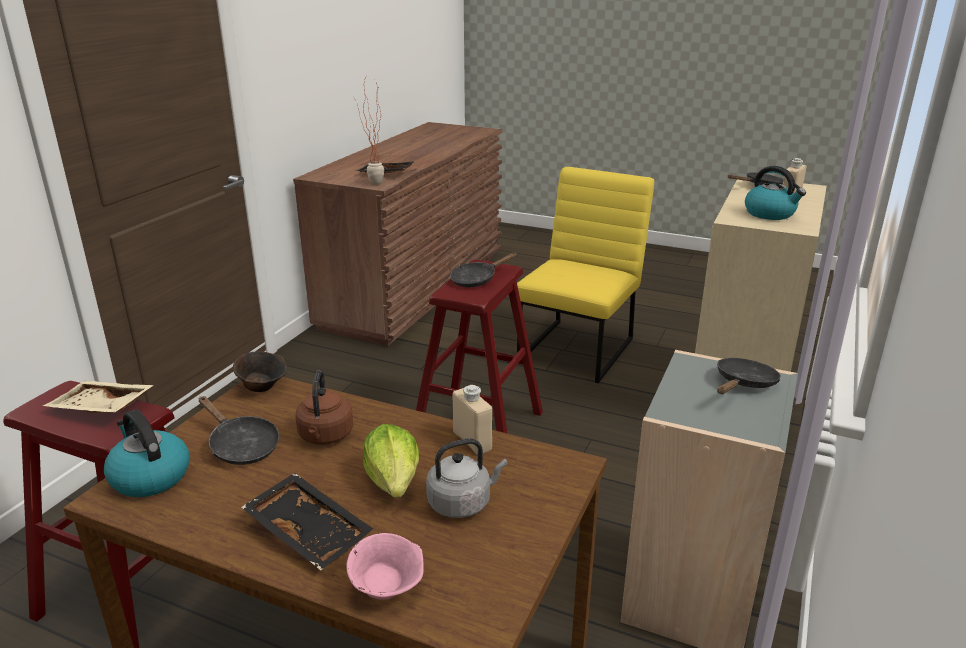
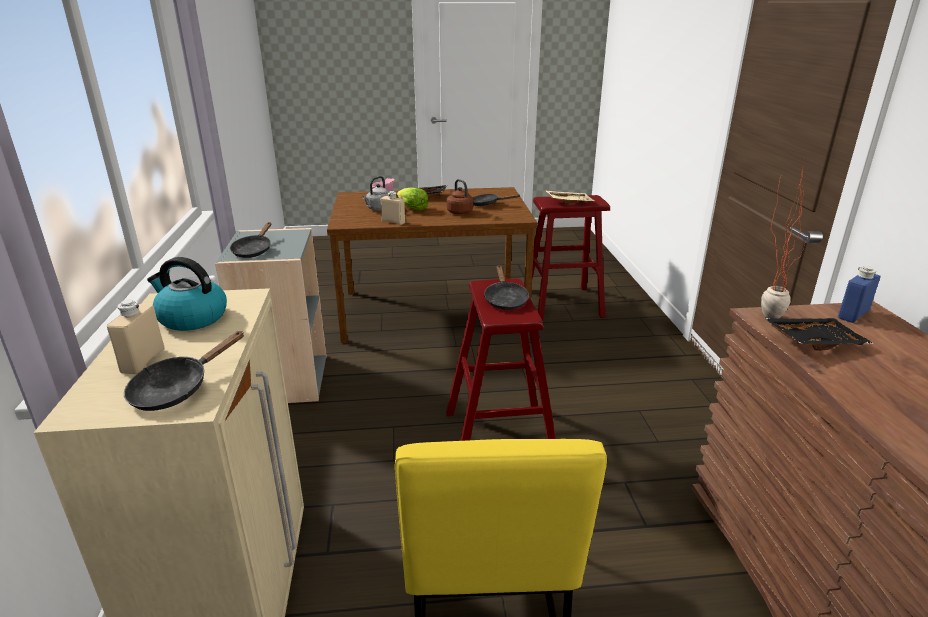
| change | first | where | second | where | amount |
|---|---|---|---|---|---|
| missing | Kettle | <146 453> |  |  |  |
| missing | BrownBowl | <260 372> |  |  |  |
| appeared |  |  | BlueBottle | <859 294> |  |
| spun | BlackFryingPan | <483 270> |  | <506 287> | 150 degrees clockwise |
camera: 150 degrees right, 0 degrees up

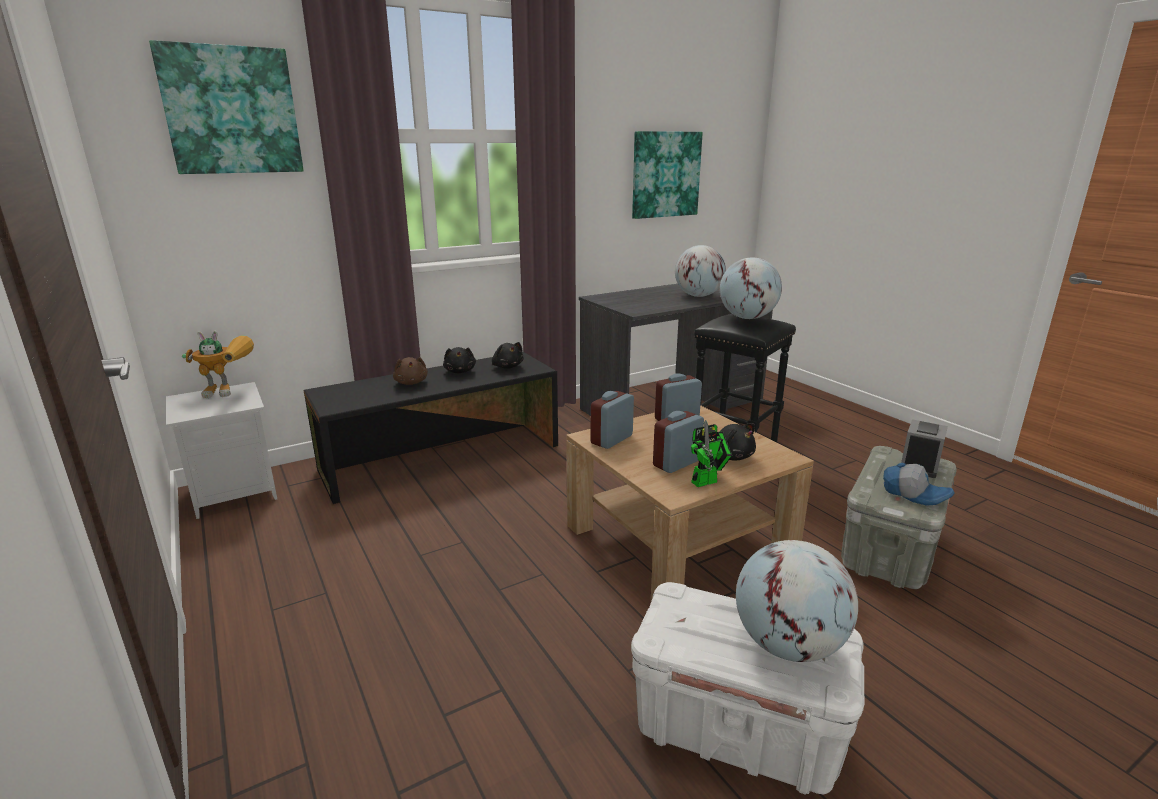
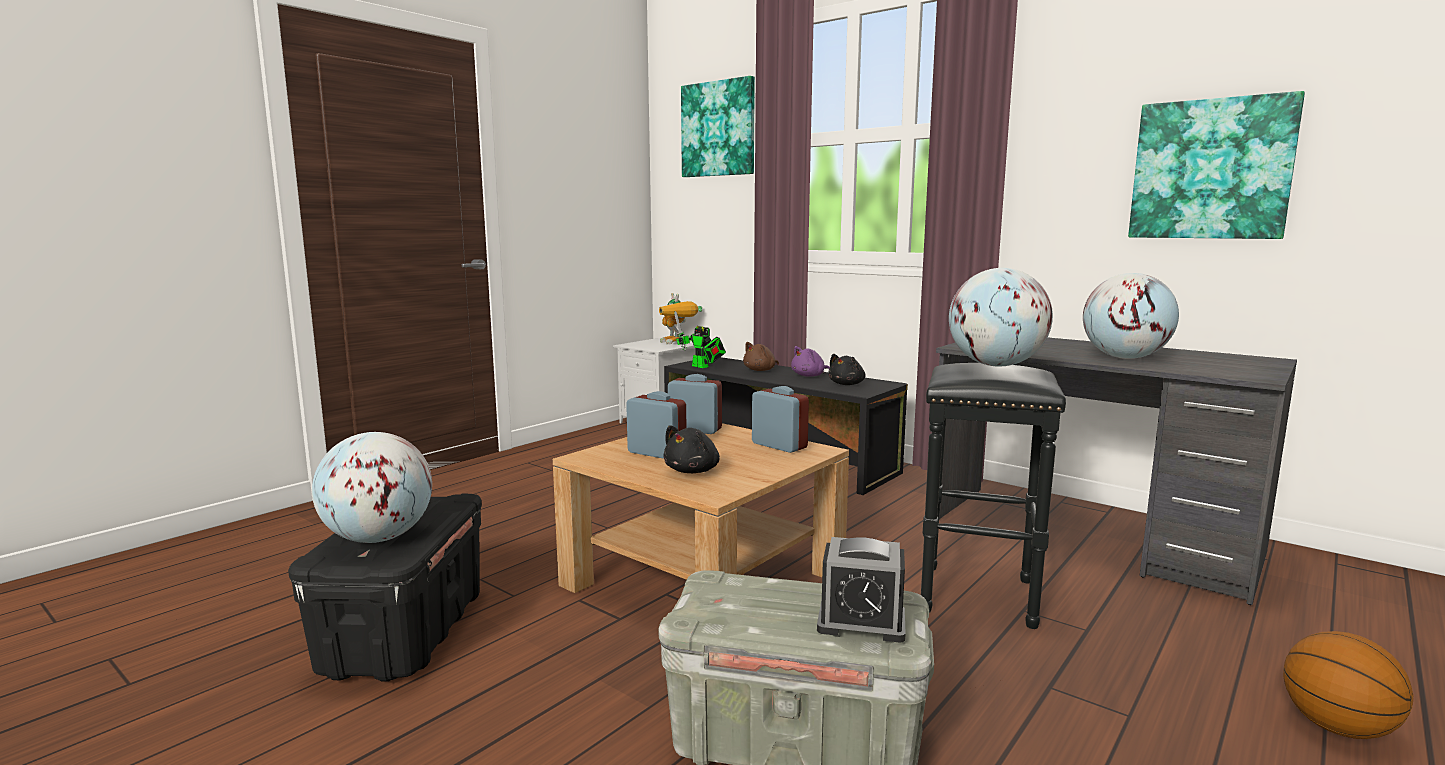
| change | first | where | second | where | amount |
|---|---|---|---|---|---|
| missing | Cap | <919 484> |  |  |  |
| appeared |  |  | Basketball | <1348 685> |  |
| relocated | ToyRobot | <711 453> |  | <700 339> |  |
| colour | BlackPlushToy | <459 360> | PurplePlushToy | <810 361> |  |
| colour | WhiteStorageBox | <747 688> | BlackStorageBox | <385 587> |  |
camera: 70 degrees right, 10 degrees down

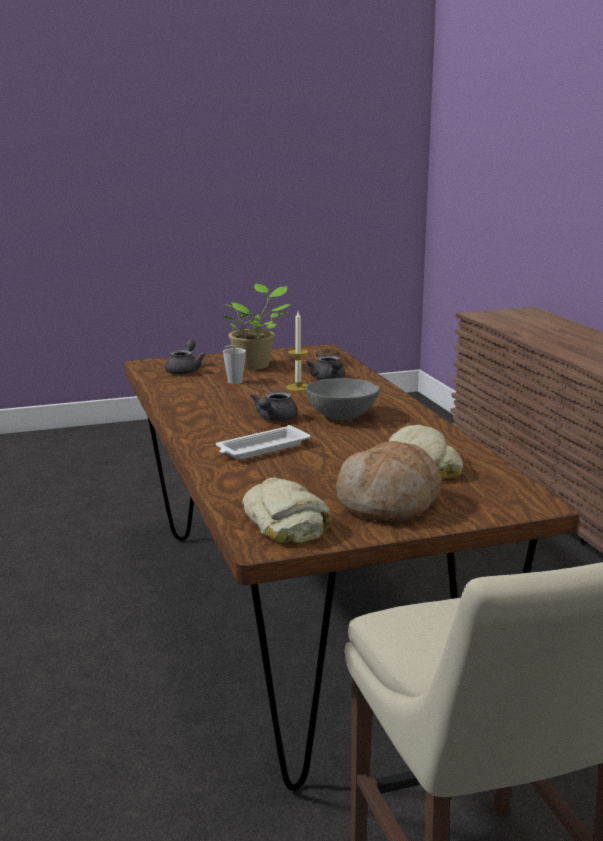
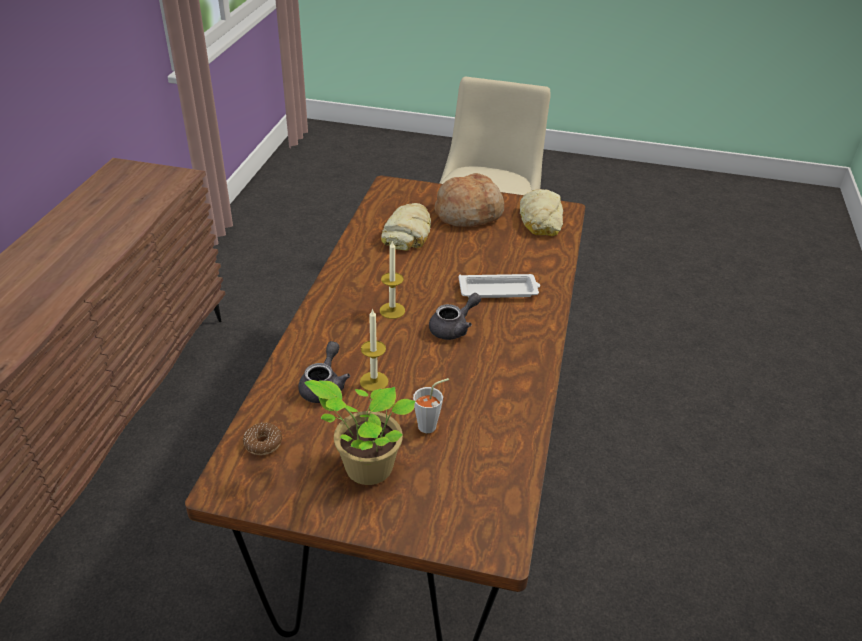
| change | first | where | second | where | amount |
|---|---|---|---|---|---|
| missing | GreyTeapot | <185 357> |  |  |  |
| exchanged | GreyBowl | <343 399> | Candle | <392 280> |  |
camera: 150 degrees left, 20 degrees up

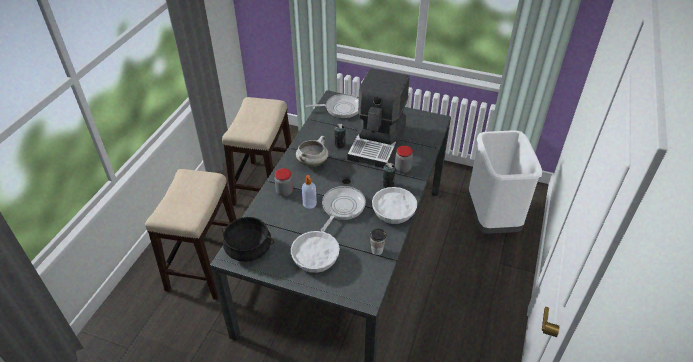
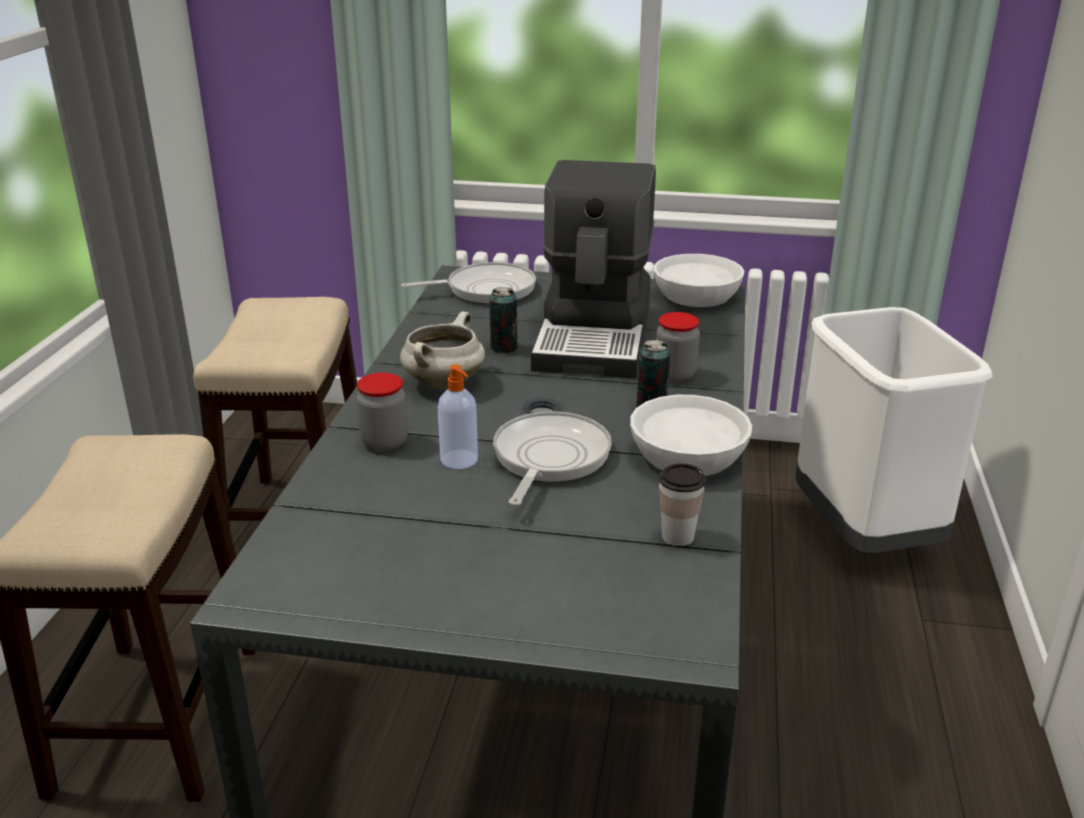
| change | first | where | second | where | amount |
|---|---|---|---|---|---|
| missing | BlackCookingPot | <247 239> |  |  |  |
| relocated | WhiteBowl | <315 252> |  | <699 280> |  |
camera: 10 degrees left, 15 degrees down

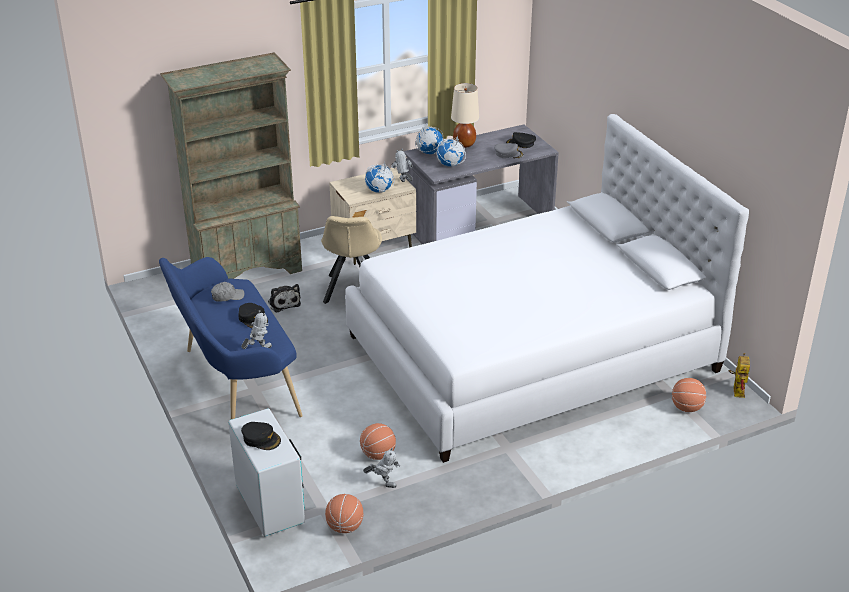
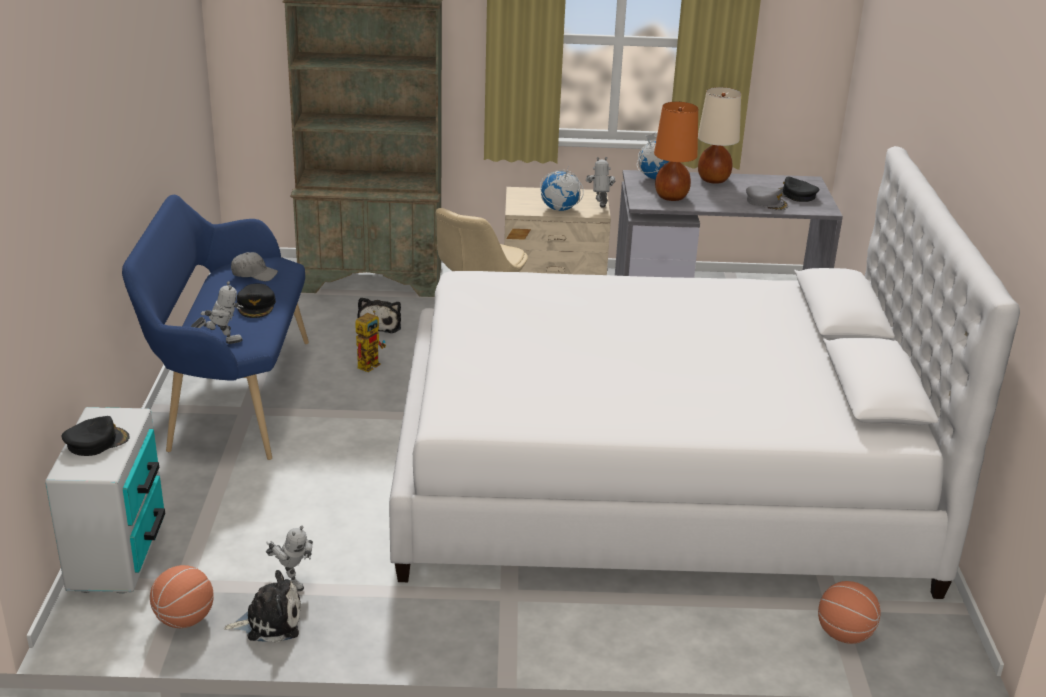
| change | first | where | second | where | amount |
|---|---|---|---|---|---|
| missing | Basketball | <378 441> |  |  |  |
| appeared |  |  | PlushToy | <262 606> |  |
| relocated | ToyRobot | <739 375> |  | <370 341> |  |
| exchanged | Globe | <451 151> | OrangeTableLamp | <676 151> |  |
| spun | BlackCap | <261 436> |  | <96 436> | 90 degrees counterclockwise |
camera: 25 degrees right, 5 degrees down

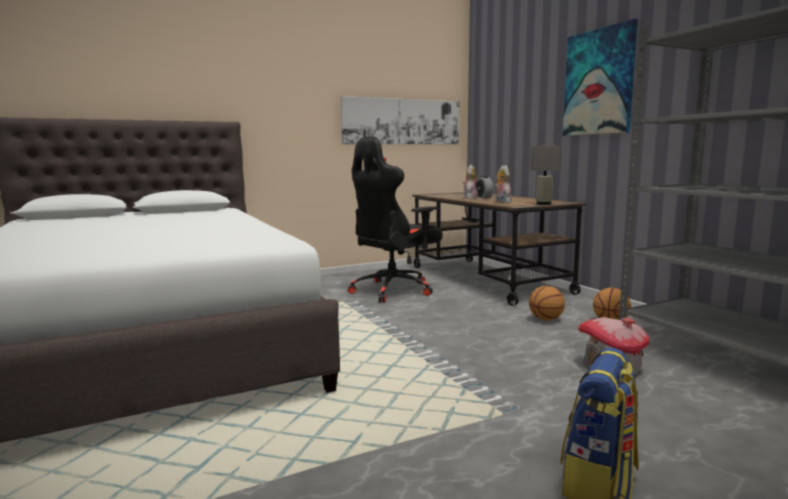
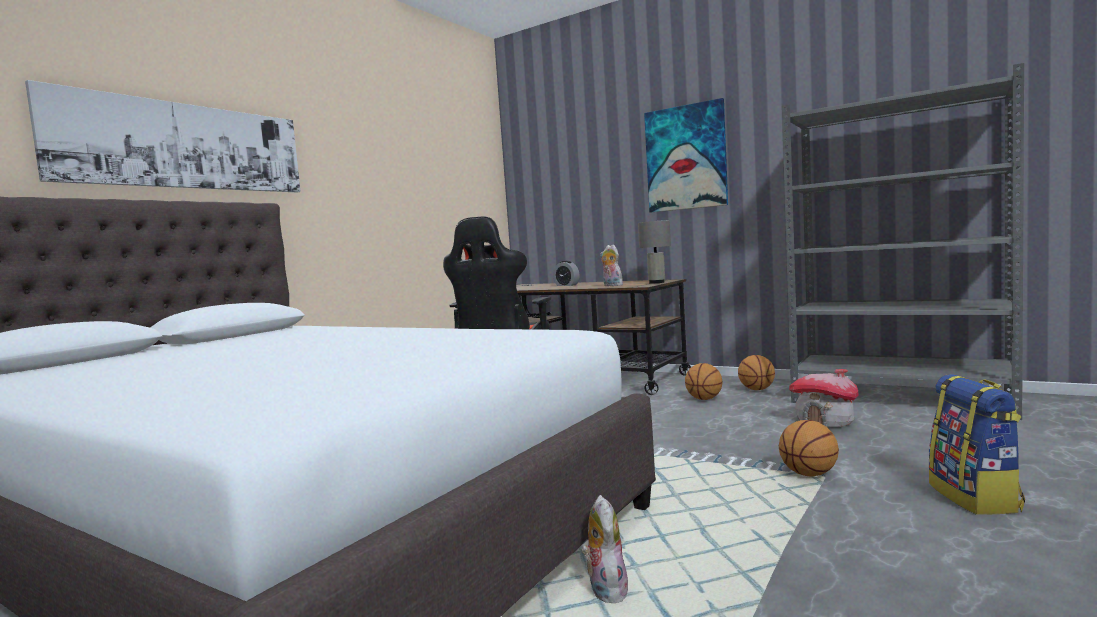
| change | first | where | second | where | amount |
|---|---|---|---|---|---|
| appeared |  |  | Basketball | <809 448> |  |
| relocated | Picture | <399 120> |  | <163 136> |  |
| relocated | PlushToy | <470 182> |  | <604 549> |  |
camera: 30 degrees left, 5 degrees down

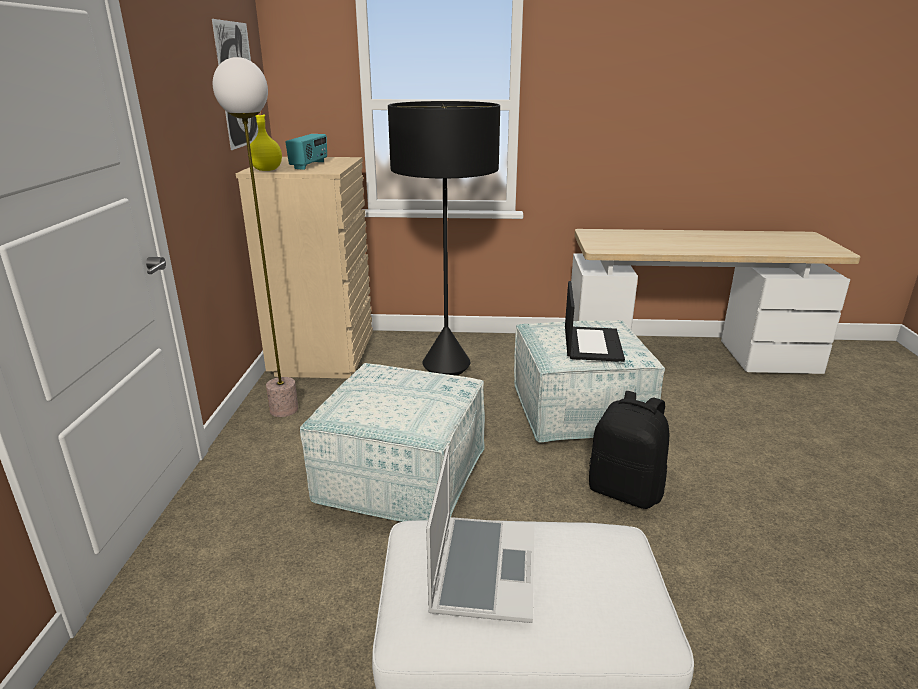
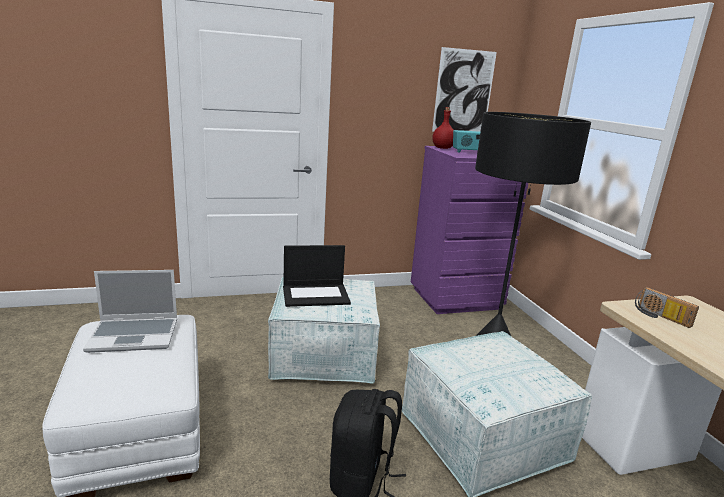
| change | first | where | second | where | amount |
|---|---|---|---|---|---|
| missing | FloorLamp | <255 237> |  |  |  |
| appeared |  |  | Radio | <667 307> |  |
| relocated | Laptop | <595 321> |  | <317 276> |  |
| colour | BeigeDresser | <304 268> | PurpleDresser | <469 230> |  |
| colour | YellowBottle | <266 140> | RedBottle | <443 128> |  |
camera: 70 degrees right, 5 degrees down

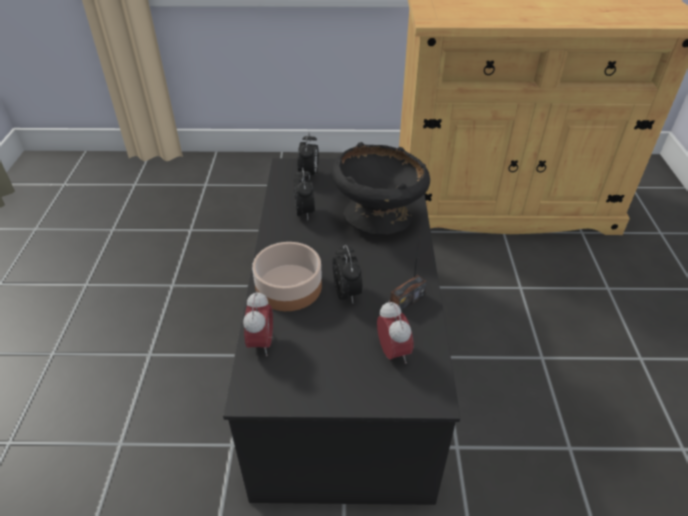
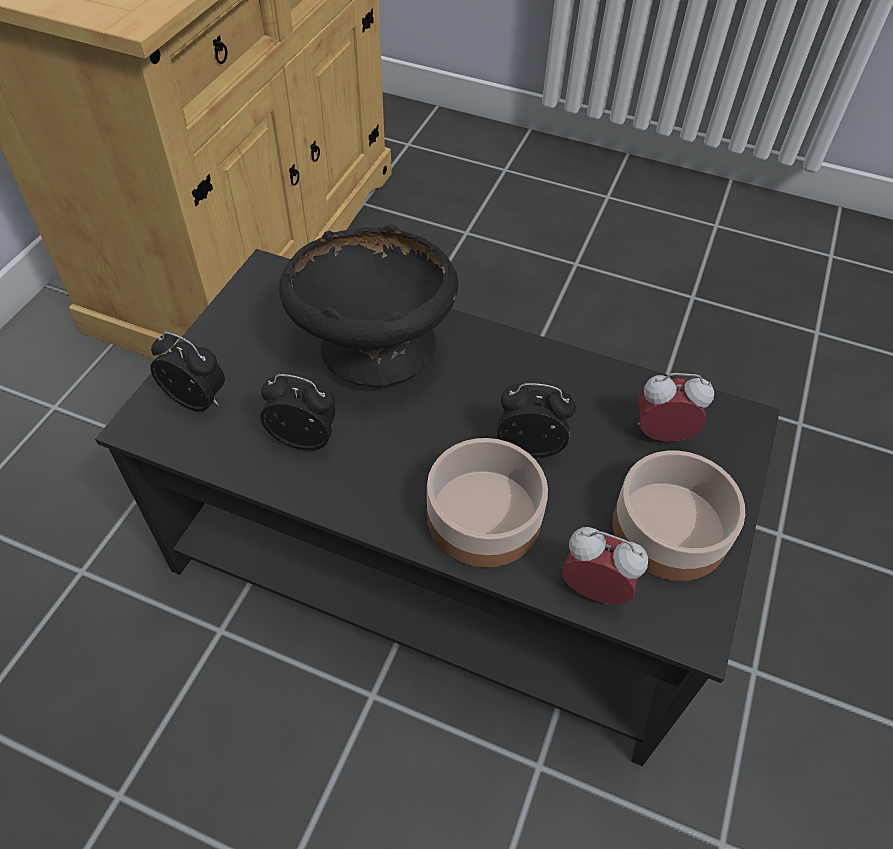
| change | first | where | second | where | amount |
|---|---|---|---|---|---|
| missing | Radio | <408 263> |  |  |  |
| appeared |  |  | Bowl | <679 515> |  |
camera: 70 degrees left, 10 degrees up

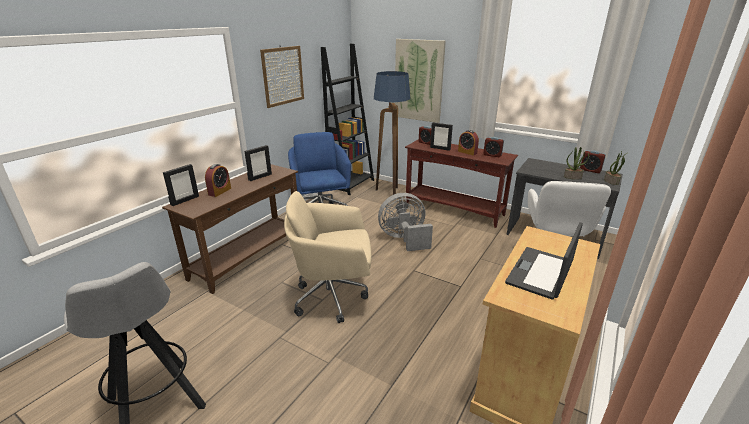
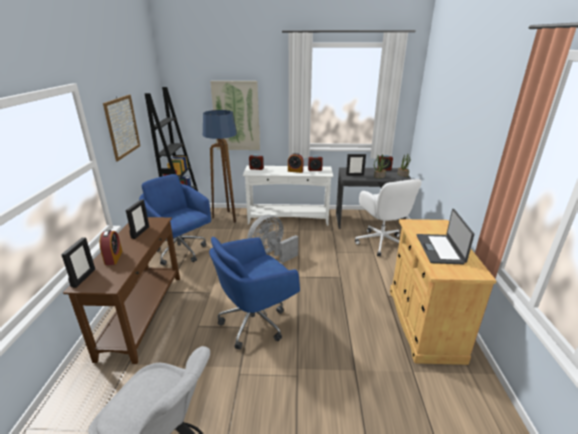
| change | first | where | second | where | amount |
|---|---|---|---|---|---|
| relocated | PictureFrame | <441 137> |  | <356 165> |  |
| colour | BeigeOfficeChair | <327 257> | BlueOfficeChair | <254 293> |  |
| colour | BrownConsoleTable | <461 183> | WhiteConsoleTable | <288 196> |  |
camera: 30 degrees left, 0 degrees up

